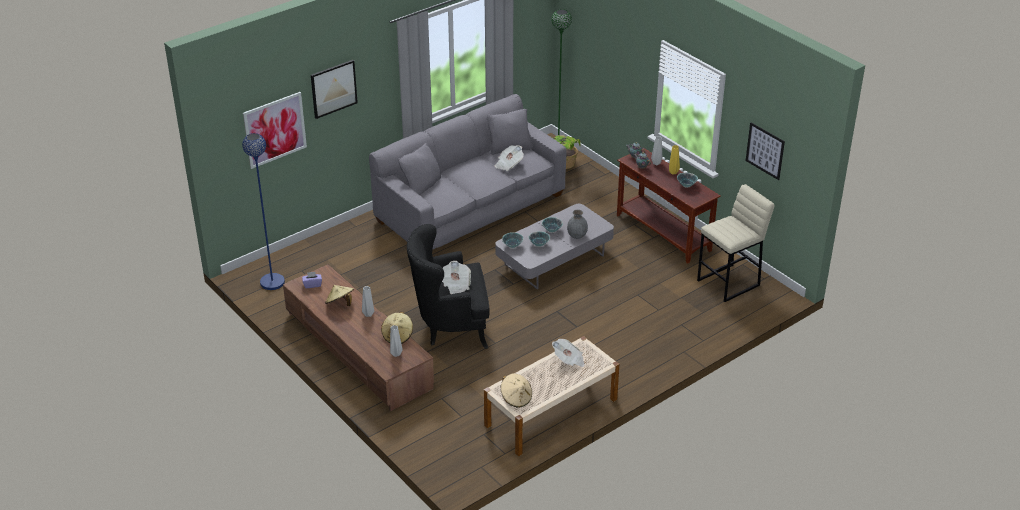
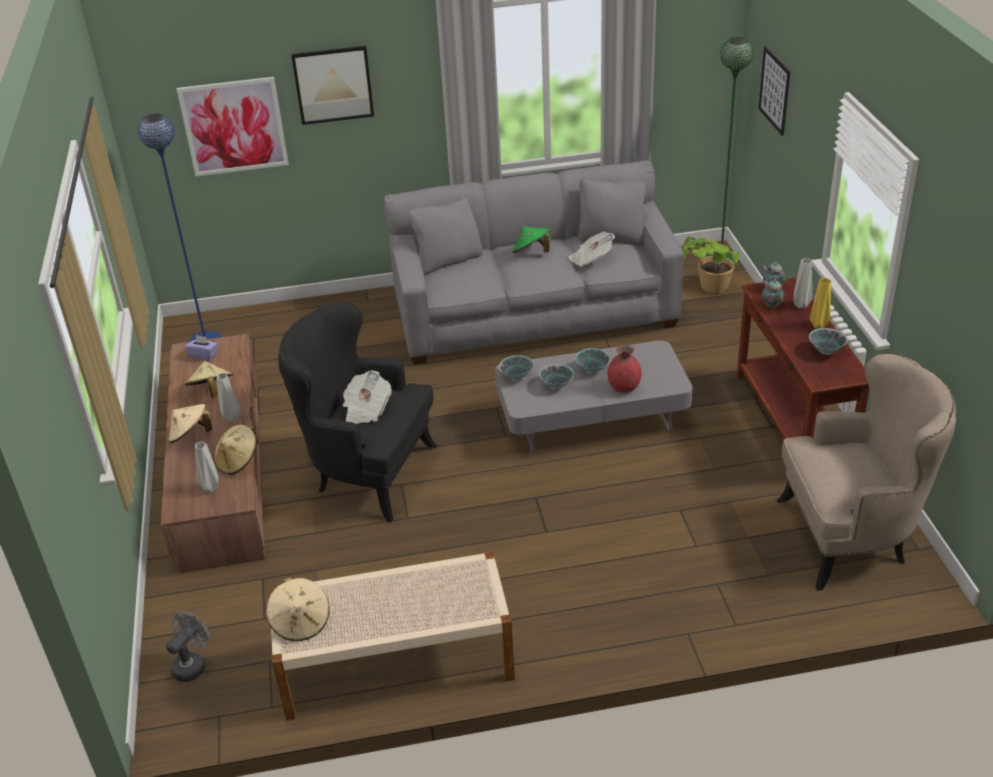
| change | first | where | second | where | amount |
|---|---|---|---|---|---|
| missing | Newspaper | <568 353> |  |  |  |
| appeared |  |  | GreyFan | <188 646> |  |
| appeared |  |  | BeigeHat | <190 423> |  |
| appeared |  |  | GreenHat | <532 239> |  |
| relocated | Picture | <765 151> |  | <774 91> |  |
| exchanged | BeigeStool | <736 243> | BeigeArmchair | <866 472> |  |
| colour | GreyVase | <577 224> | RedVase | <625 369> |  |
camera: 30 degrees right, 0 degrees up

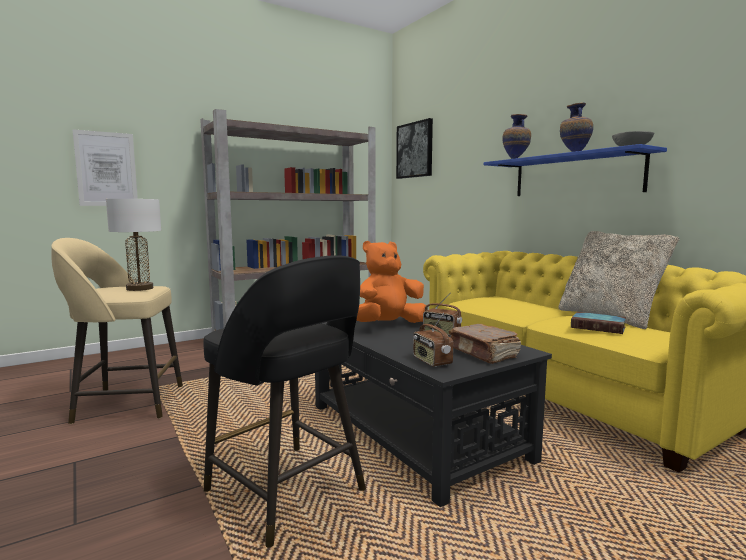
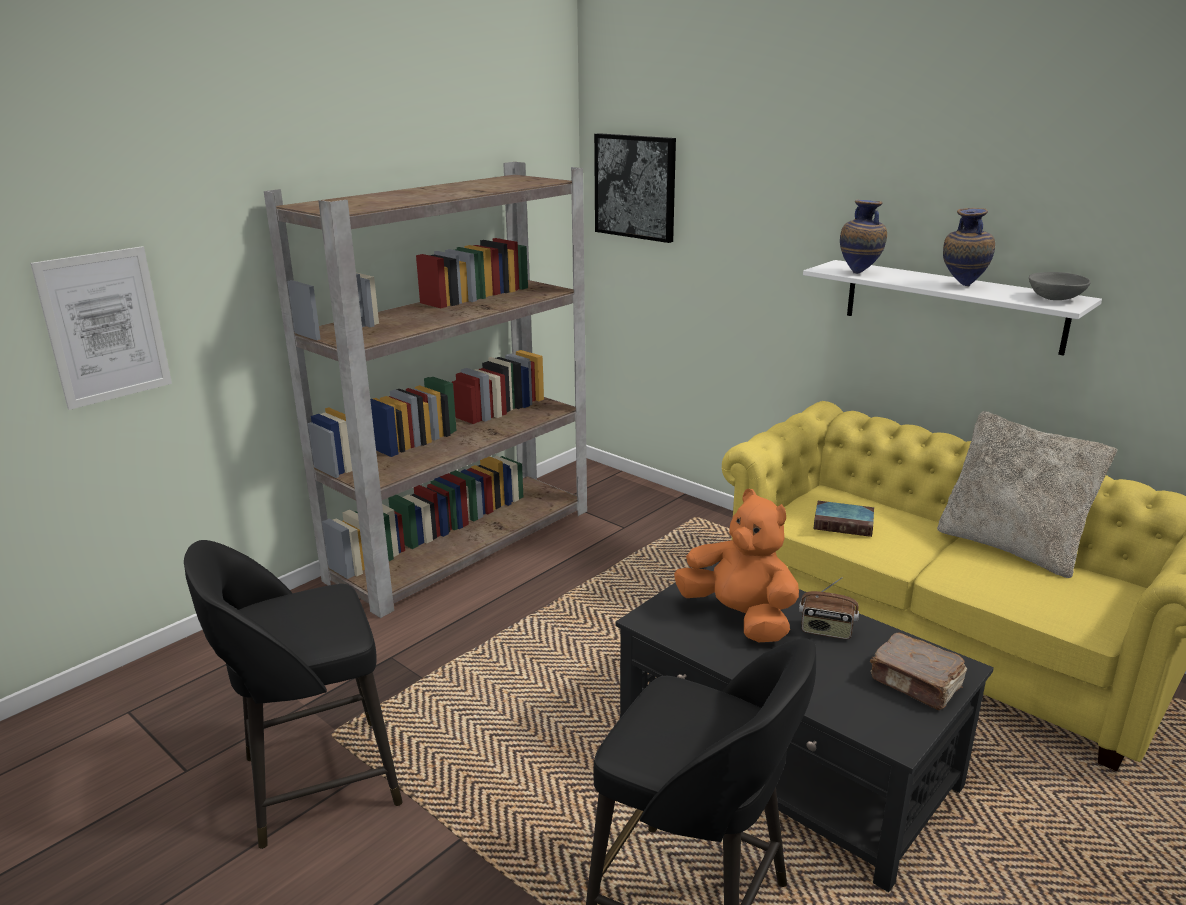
| change | first | where | second | where | amount |
|---|---|---|---|---|---|
| missing | TableLamp | <133 245> |  |  |  |
| missing | Radio | <433 340> |  |  |  |
| relocated | Book | <598 323> |  | <844 519> |  |
| colour | BeigeStool | <117 331> | BlackStool | <293 694> |  |
| colour | BlueShelf | <575 170> | WhiteShelf | <952 308> |  |
| spun | OrangePlushToy | <391 282> |  | <736 565> | 90 degrees clockwise |
camera: 15 degrees left, 15 degrees up

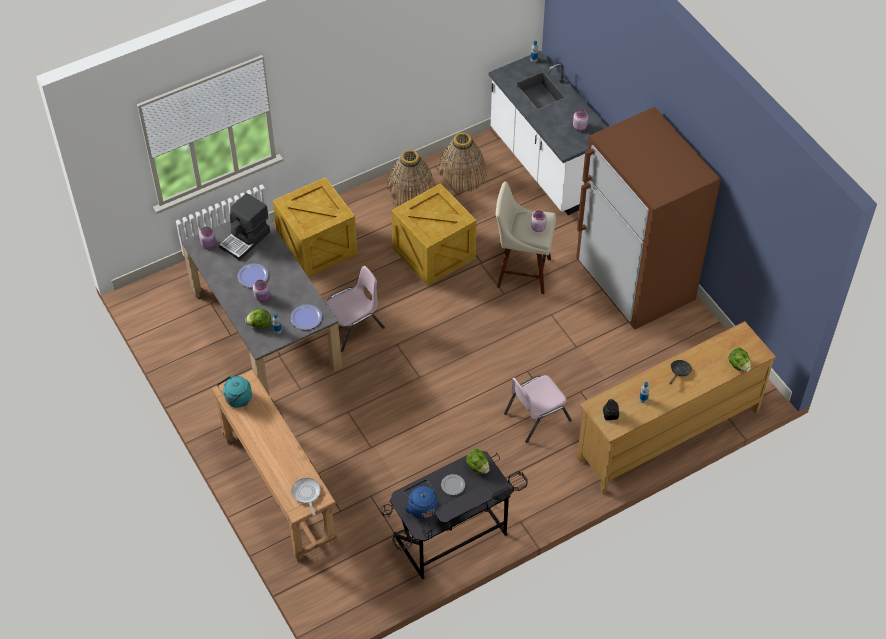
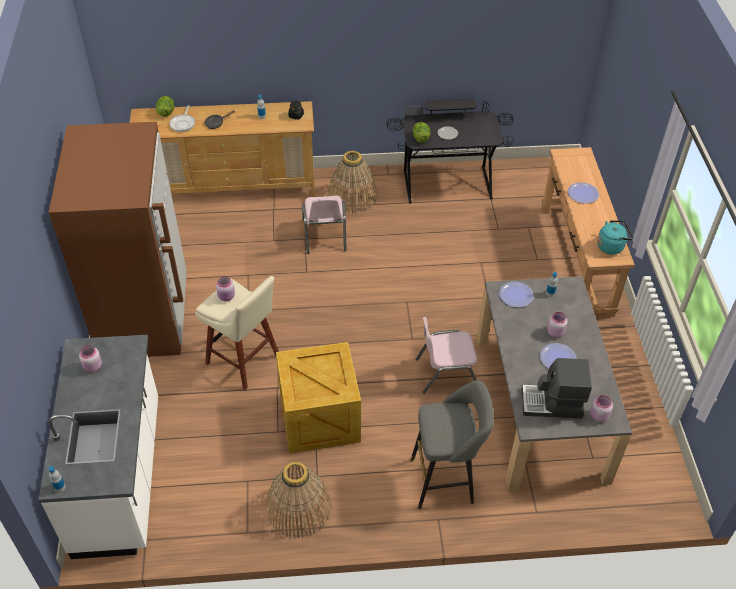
| change | first | where | second | where | amount |
|---|---|---|---|---|---|
| missing | Lettuce | <258 318> |  |  |  |
| missing | BlueKettle | <420 499> |  |  |  |
| appeared |  |  | Plate | <583 193> |  |
| relocated | FryingPan | <306 497> |  | <182 118> |  |
| relocated | Basket | <462 163> |  | <352 182> |  |
| exchanged | Crate | <315 227> | GreyStool | <452 444> |  |
| spun | CoffeeMachine | <244 227> |  | <556 388> | 150 degrees counterclockwise |
| spun | PinkChair | <538 409> |  | <324 225> | 90 degrees clockwise |
camera: 155 degrees left, 5 degrees down

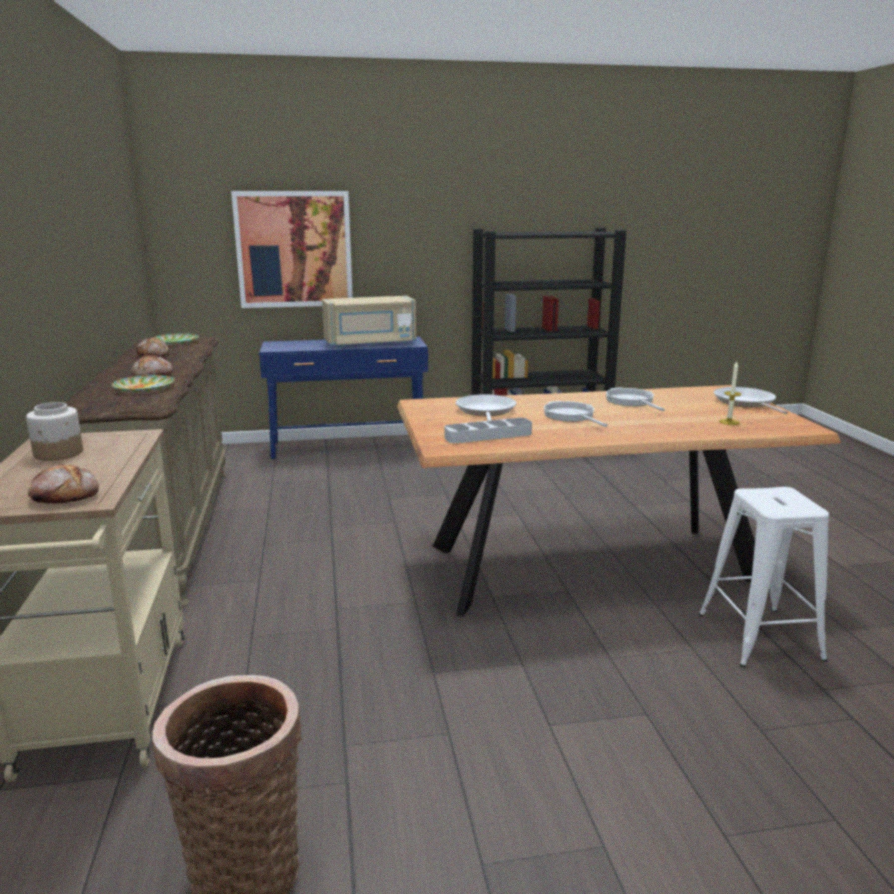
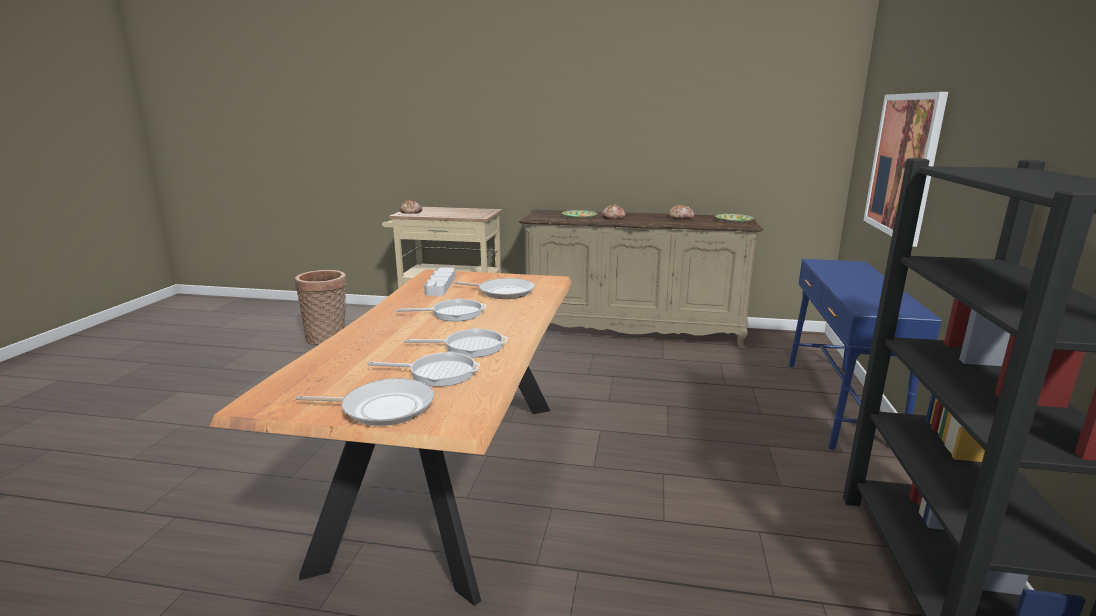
| change | first | where | second | where | amount |
|---|---|---|---|---|---|
| missing | Jar | <54 431> |  |  |  |
| missing | BeigeMicrowave | <369 321> |  |  |  |
| missing | WhiteStool | <764 577> |  |  |  |
| missing | Candle | <730 393> |  |  |  |
| appeared |  |  | FryingPan | <424 369> |  |
camera: 110 degrees right, 0 degrees up

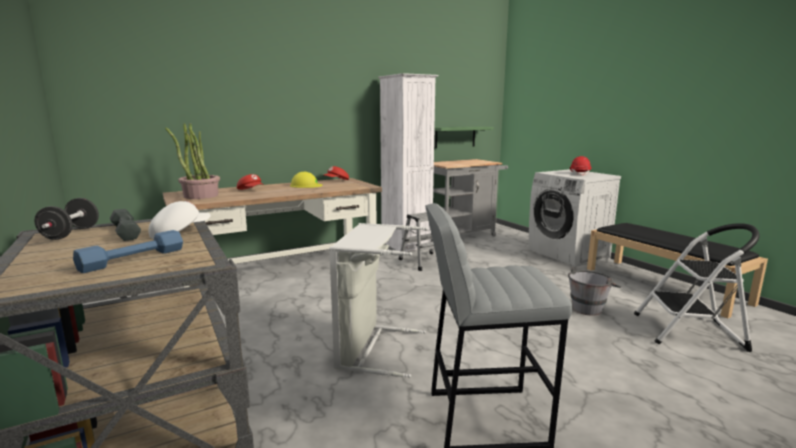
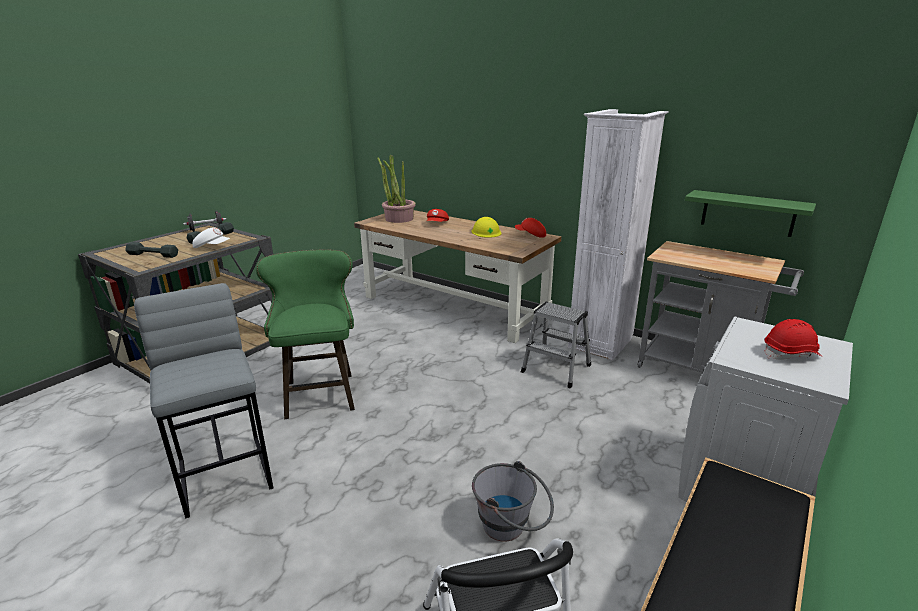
| change | first | where | second | where | amount |
|---|---|---|---|---|---|
| exchanged | GreyLaundryBasket | <378 300> | GreenStool | <305 334> |  |
| colour | BlueDumbbell | <128 251> | GreyDumbbell | <151 250> |  |
camera: 65 degrees right, 10 degrees up

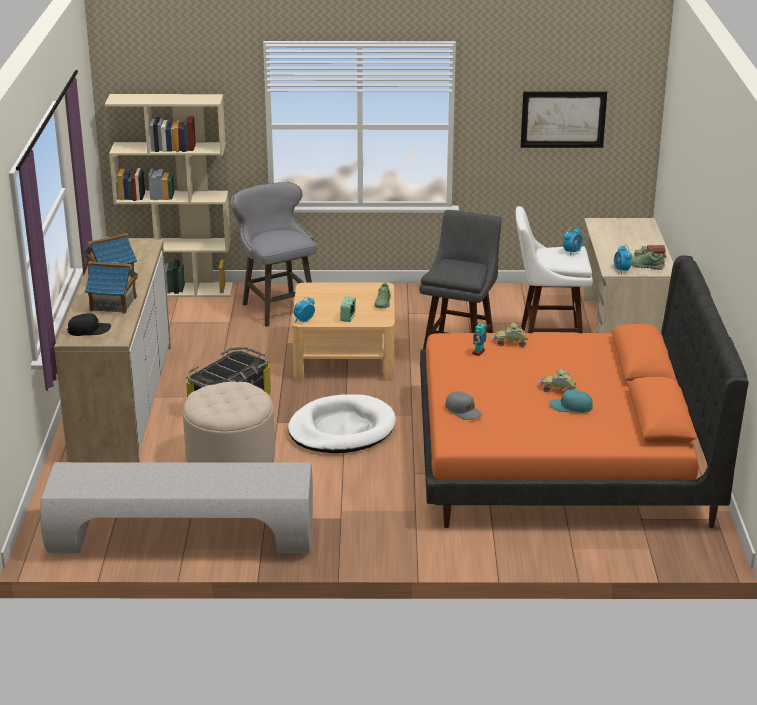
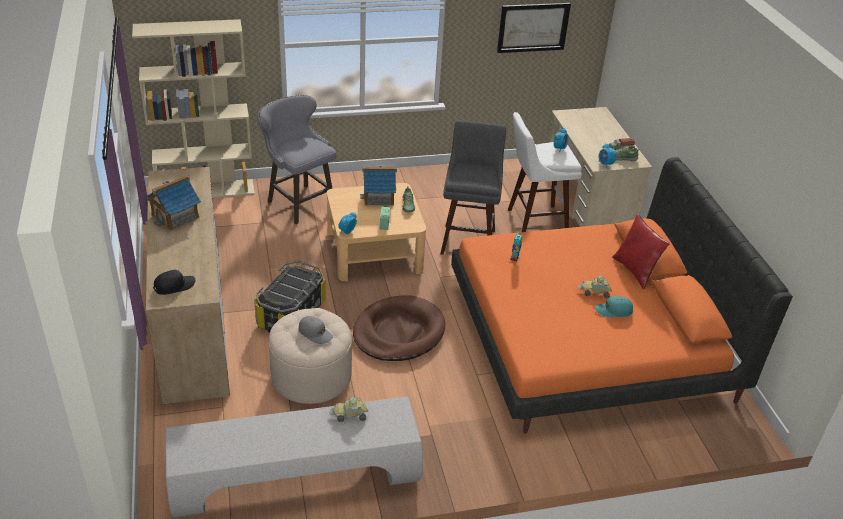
| change | first | where | second | where | amount |
|---|---|---|---|---|---|
| appeared |  |  | RedPillow | <641 251> |  |
| relocated | ToyHouse | <111 287> |  | <378 185> |  |
| relocated | GreyCap | <463 405> |  | <316 330> |  |
| relocated | ToyCar | <509 335> |  | <348 409> |  |
| colour | WhiteDogBed | <342 423> | BrownDogBed | <399 328> |  |
camera: 15 degrees left, 10 degrees up

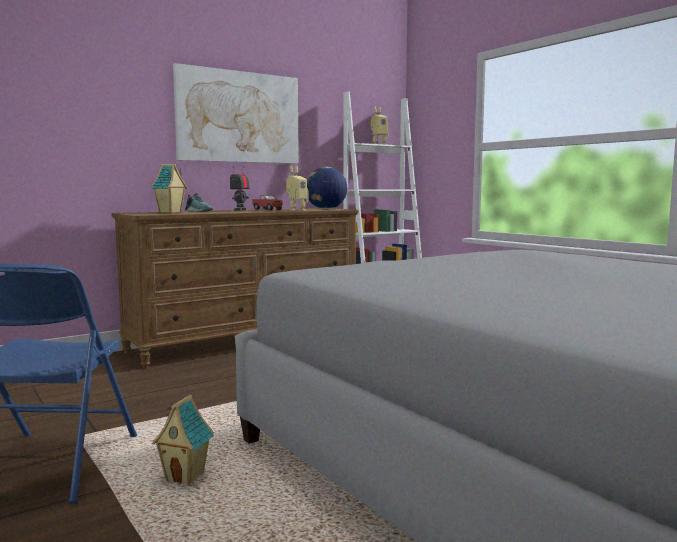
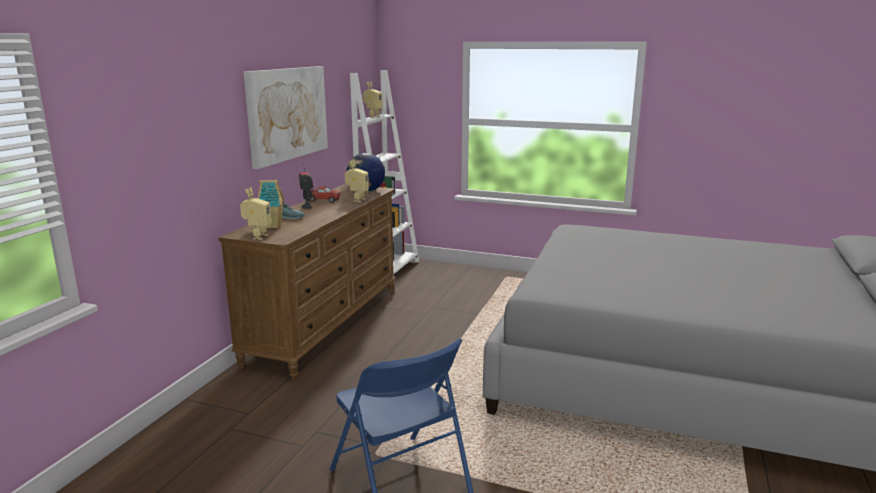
| change | first | where | second | where | amount |
|---|---|---|---|---|---|
| missing | ToyHouse | <183 439> |  |  |  |
| appeared |  |  | ToyRobot | <255 213> |  |
camera: 35 degrees left, 10 degrees up

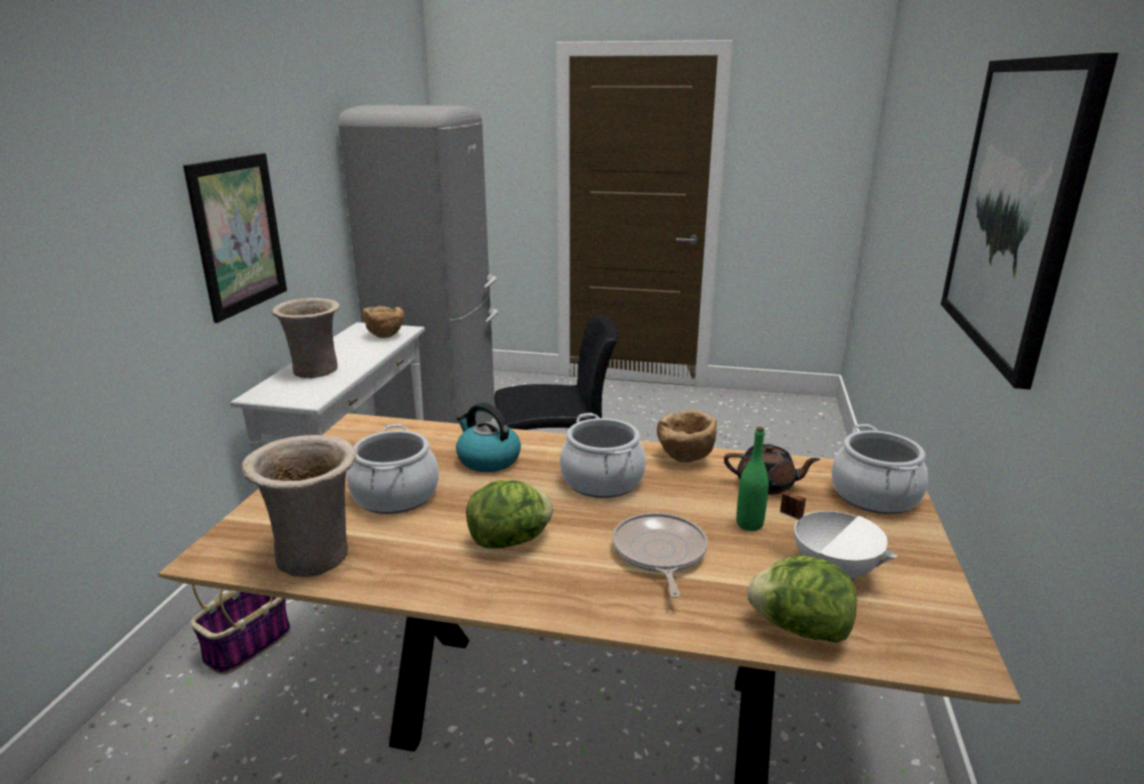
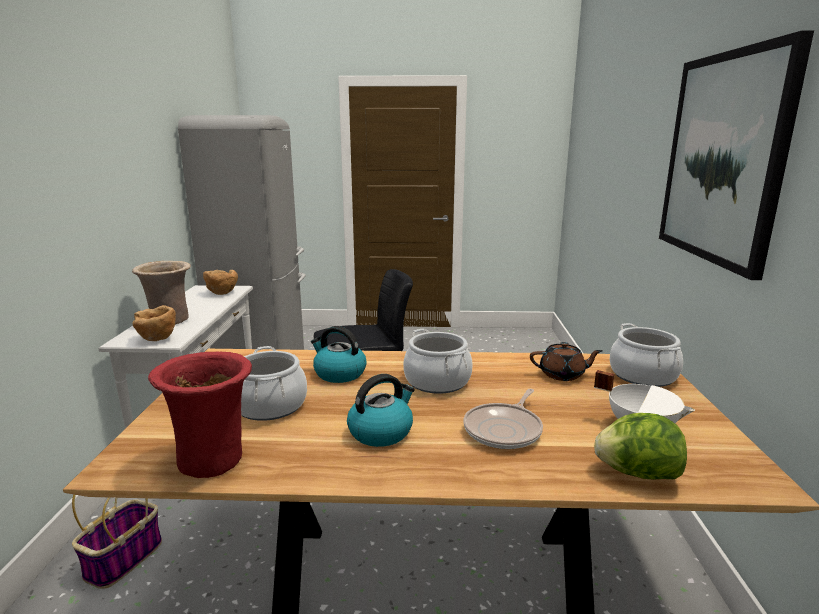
| change | first | where | second | where | amount |
|---|---|---|---|---|---|
| missing | Picture | <235 238> |  |  |  |
| missing | GreenBottle | <752 479> |  |  |  |
| relocated | BrownBowl | <687 436> |  | <154 323> |  |
| exchanged | Lettuce | <509 514> | Kettle | <381 410> |  |
| colour | BeigeVase | <298 506> | RedVase | <200 414> |  |
| spun | FryingPan | <660 555> |  | <503 419> | 135 degrees counterclockwise |
camera: 10 degrees left, 5 degrees down

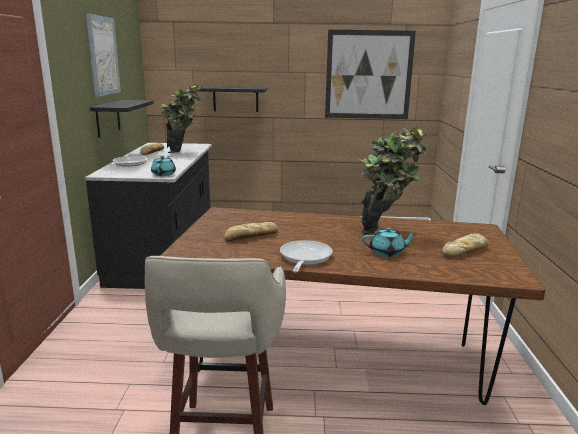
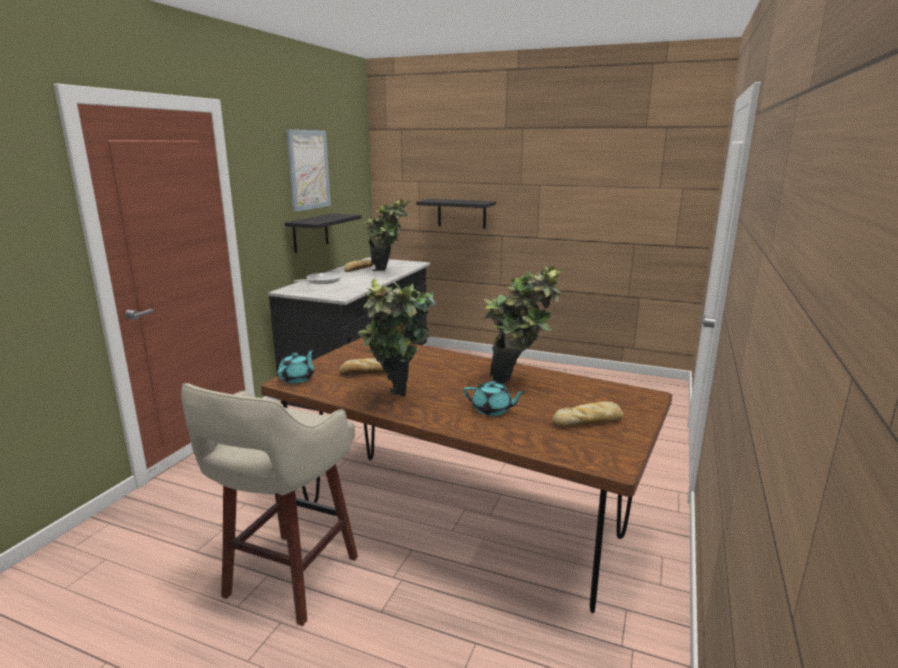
| change | first | where | second | where | amount |
|---|---|---|---|---|---|
| missing | Picture | <370 74> |  |  |  |
| relocated | TurquoiseTeapot | <163 166> |  | <295 366> |  |
| exchanged | FryingPan | <306 256> | PottedPlant | <396 338> |  |
camera: 20 degrees right, 0 degrees up

